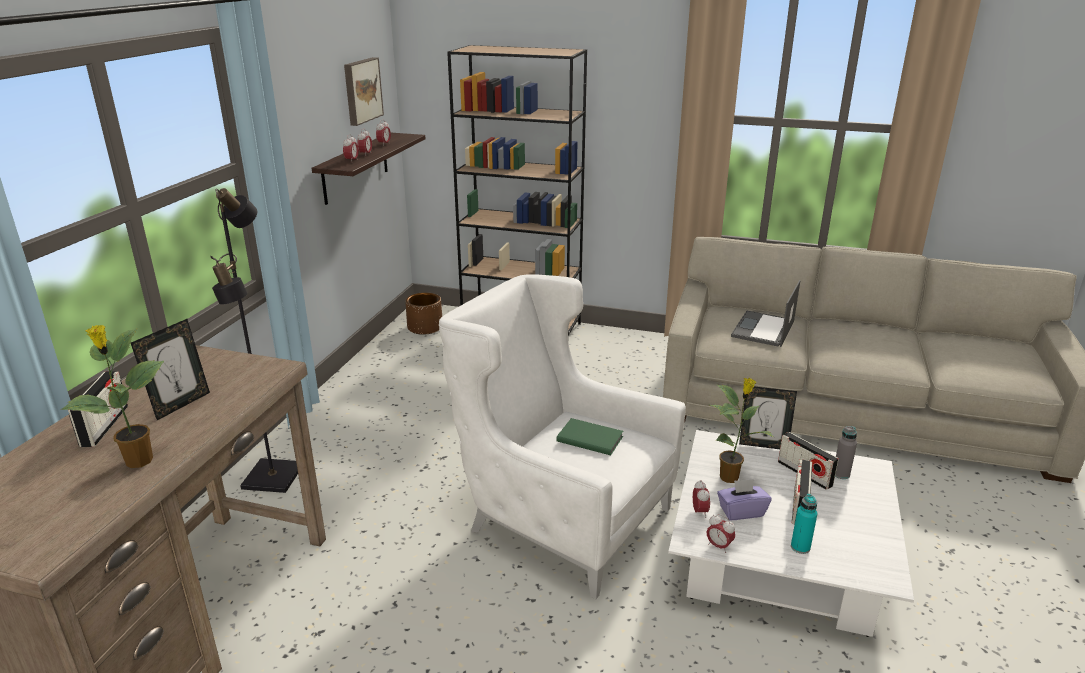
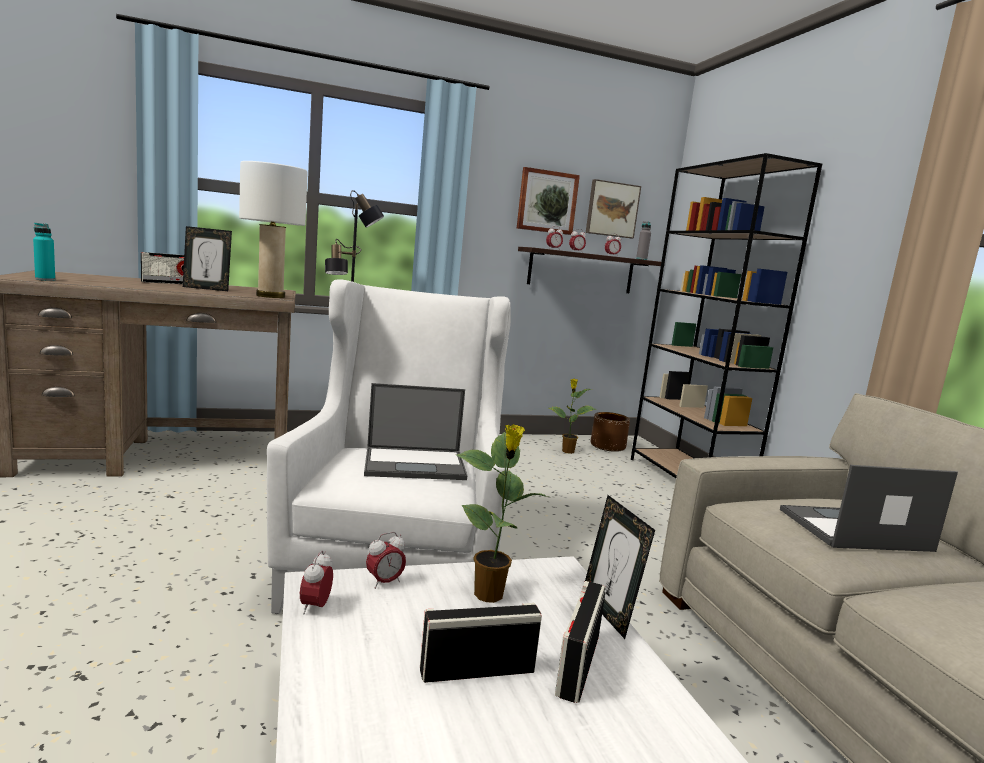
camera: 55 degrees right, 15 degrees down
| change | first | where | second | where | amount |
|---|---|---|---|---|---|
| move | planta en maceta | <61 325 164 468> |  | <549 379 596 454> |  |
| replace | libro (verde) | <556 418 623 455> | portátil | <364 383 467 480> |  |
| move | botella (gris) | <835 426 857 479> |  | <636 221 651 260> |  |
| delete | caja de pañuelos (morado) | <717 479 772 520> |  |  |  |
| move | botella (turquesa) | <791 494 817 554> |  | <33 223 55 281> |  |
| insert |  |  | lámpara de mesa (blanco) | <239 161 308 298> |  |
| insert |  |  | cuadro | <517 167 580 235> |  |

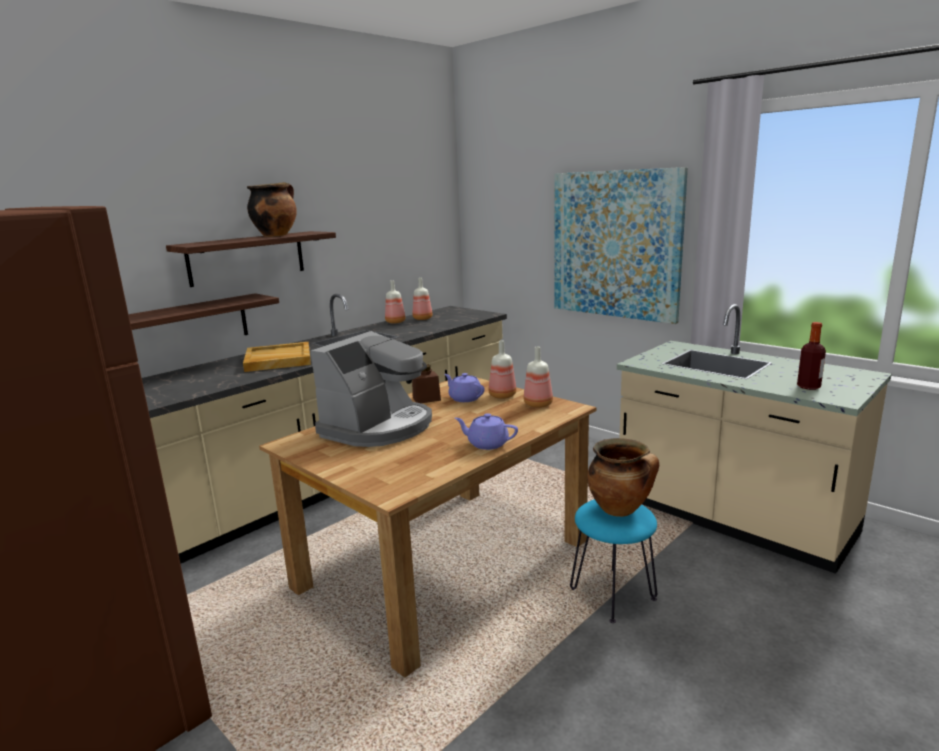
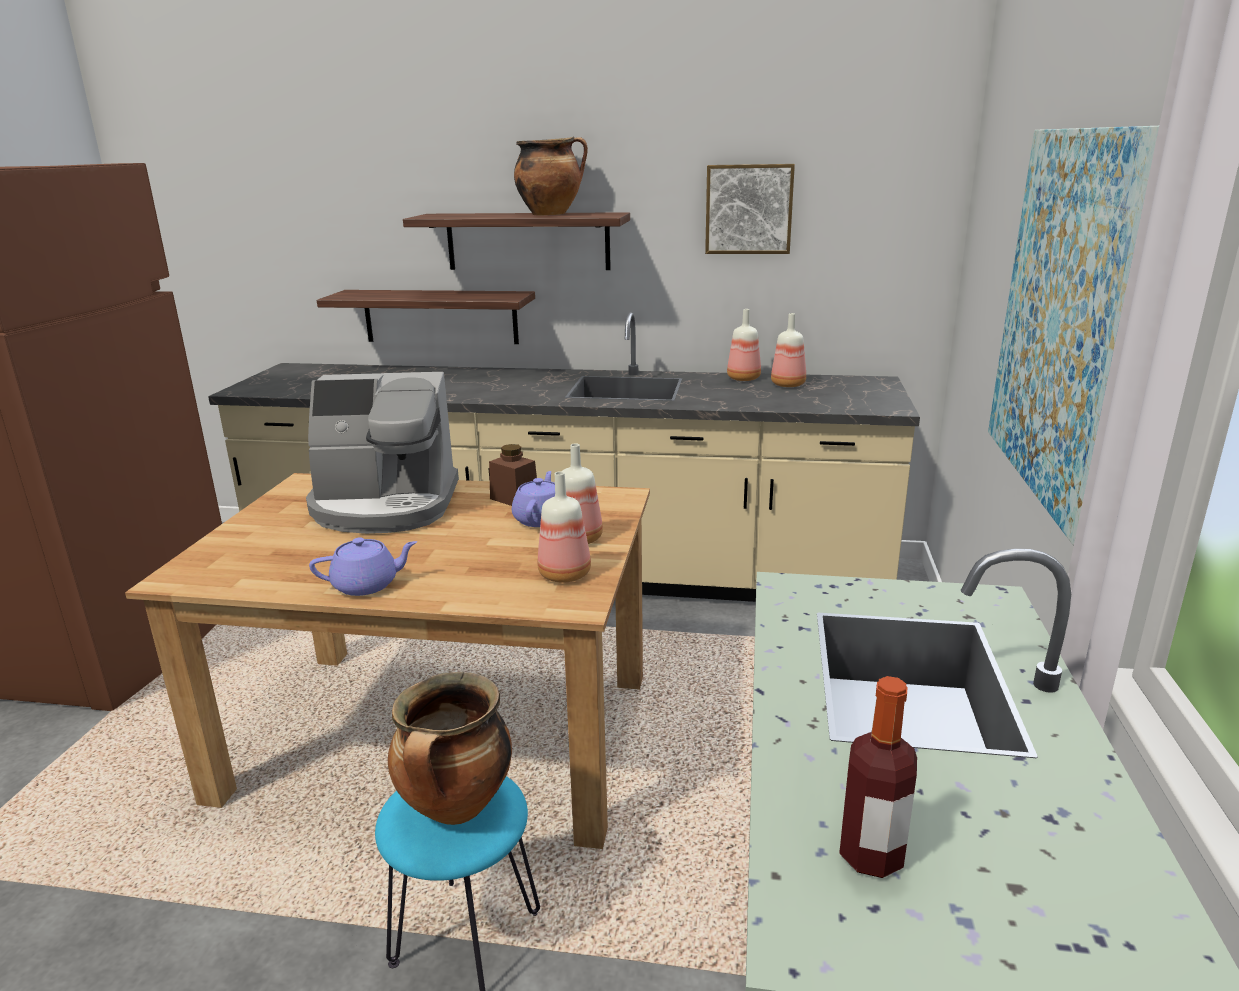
camera: 55 degrees right, 5 degrees up
| change | first | where | second | where | amount |
|---|---|---|---|---|---|
| delete | bandeja (beis) | <243 342 311 372> |  |  |  |
| rotate | tetera (morado) | <455 413 518 450> |  | <309 537 417 596> | 90 degrees clockwise |
| insert |  |  | cuadro | <705 164 795 254> |  |

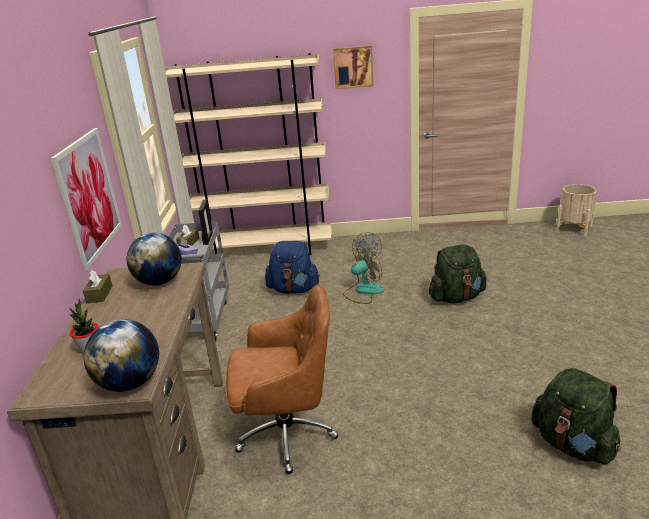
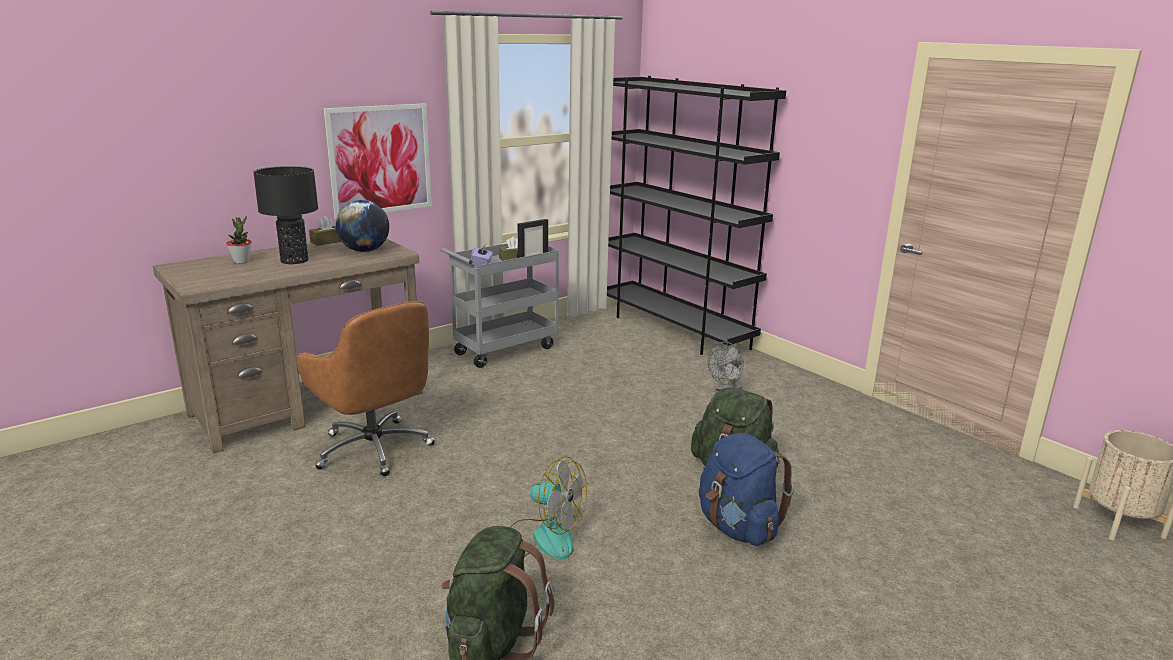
camera: 50 degrees right, 5 degrees down
| change | first | where | second | where | amount |
|---|---|---|---|---|---|
| delete | cuadro | <333 45 373 89> |  |  |  |
| recolor | estantería (beis) | <165 53 333 255> | estantería (negro) | <607 76 786 355> |  |
| move | mochila (azul) | <265 241 320 294> |  | <699 433 794 546> |  |
| move | ventilador | <343 245 385 304> |  | <510 456 587 559> |  |
| delete | globo terráqueo | <84 319 159 392> |  |  |  |
| insert |  |  | lámpara de mesa (negro) | <253 166 318 264> |  |

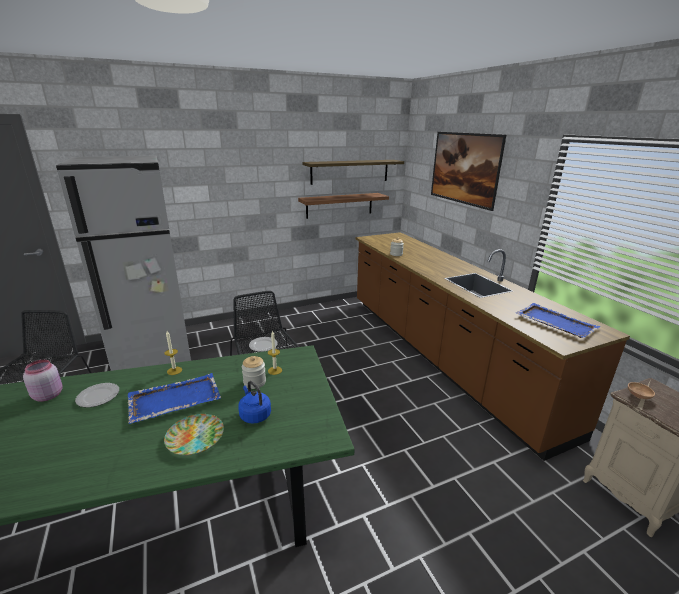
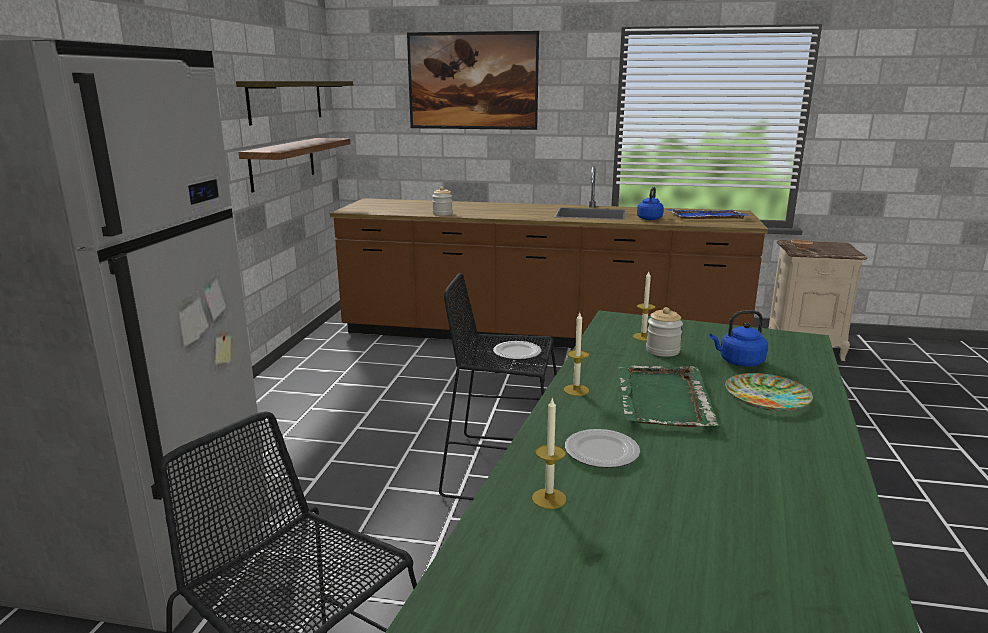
camera: 55 degrees left, 5 degrees down
| change | first | where | second | where | amount |
|---|---|---|---|---|---|
| replace | tarro (rosa) | <23 360 63 402> | vela | <532 397 566 509> |  |
| recolor | bandeja (azul) | <128 373 221 424> | bandeja (verde) | <618 365 720 427> |  |
| insert |  |  | hervidor (azul) | <637 187 664 220> |  |

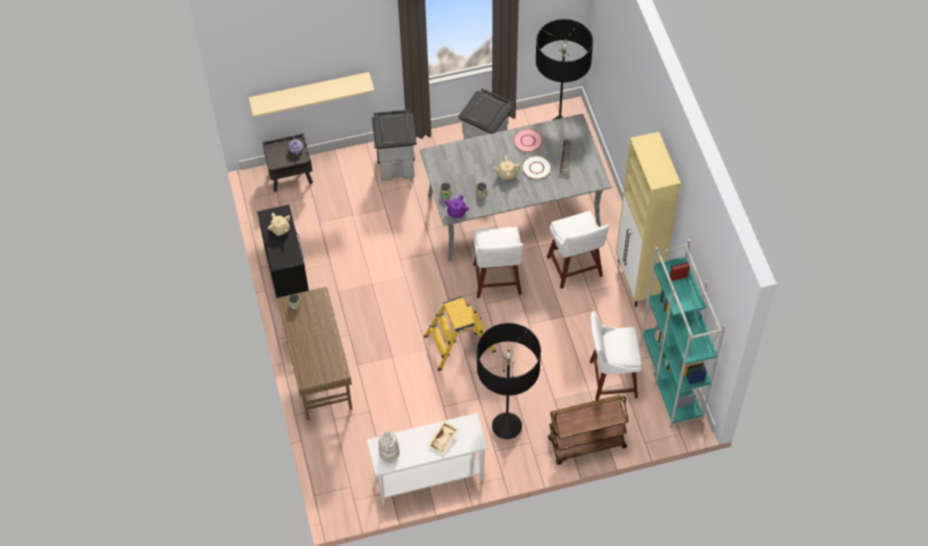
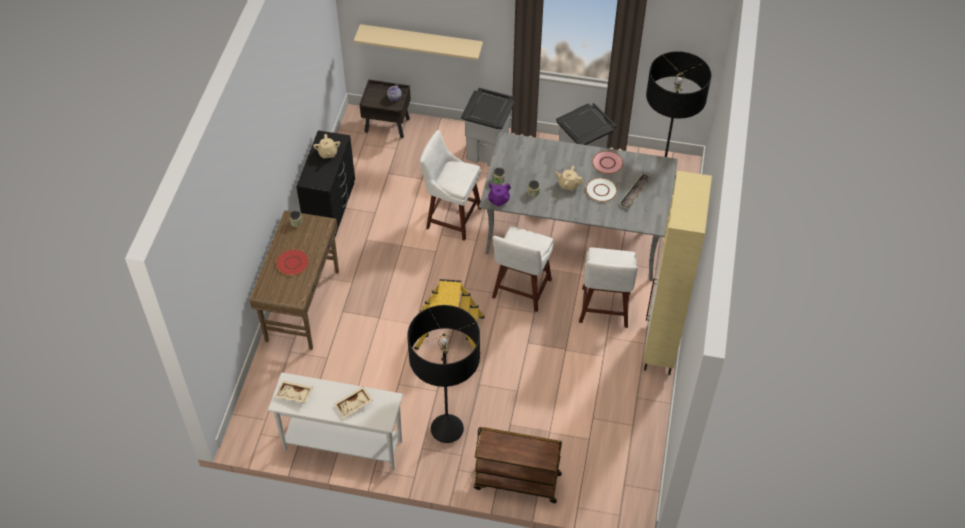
camera: 25 degrees right, 5 degrees down
| change | first | where | second | where | amount |
|---|---|---|---|---|---|
| delete | estantería (turquesa) | <640 239 726 428> |  |  |  |
| move | silla (blanco) | <590 311 642 400> |  | <420 130 481 241> |  |
| replace | florero (blanco) | <379 431 399 462> | bandeja (beis) | <275 381 313 403> |  |
| insert |  |  | plato (rojo) | <276 249 309 275> |  |

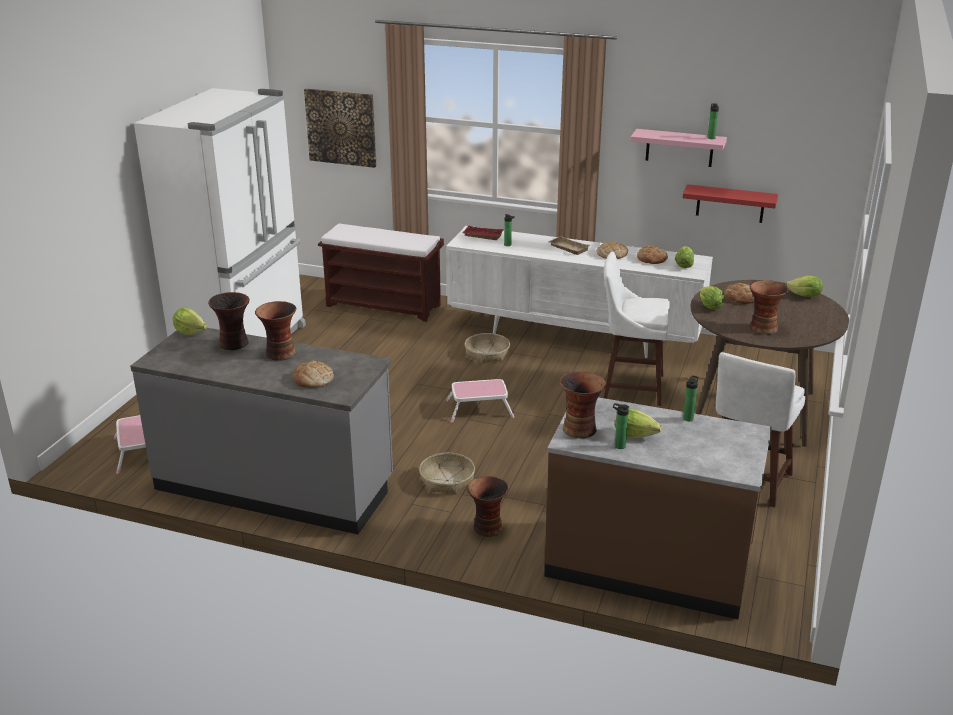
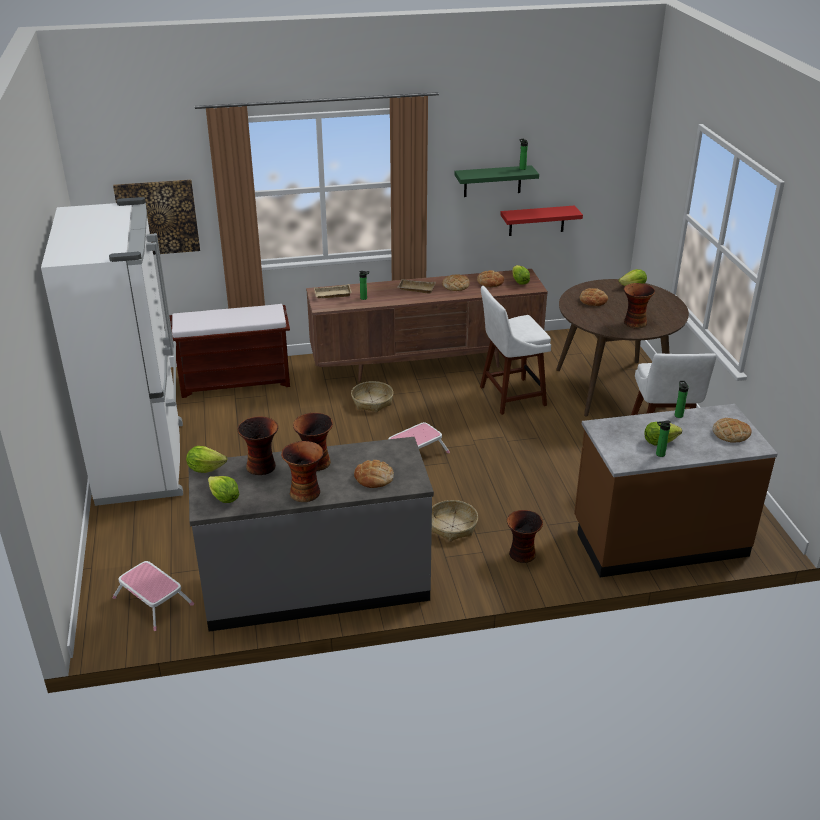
camera: 30 degrees left, 5 degrees up
| change | first | where | second | where | amount |
|---|---|---|---|---|---|
| recolor | estante (rosa) | <630 129 727 167> | estante (verde) | <454 165 539 197> |  |
| recolor | armario (blanco) | <446 226 713 358> | armario (marrón) | <306 269 548 382> |  |
| recolor | bandeja (rojo) | <462 226 504 240> | bandeja (beis) | <314 284 352 298> |  |
| move | lechuga | <700 286 724 309> |  | <208 476 239 503> |  |
| move | florero | <560 371 606 438> |  | <281 441 324 502> |  |
| insert |  |  | pan | <713 418 752 442> |  |

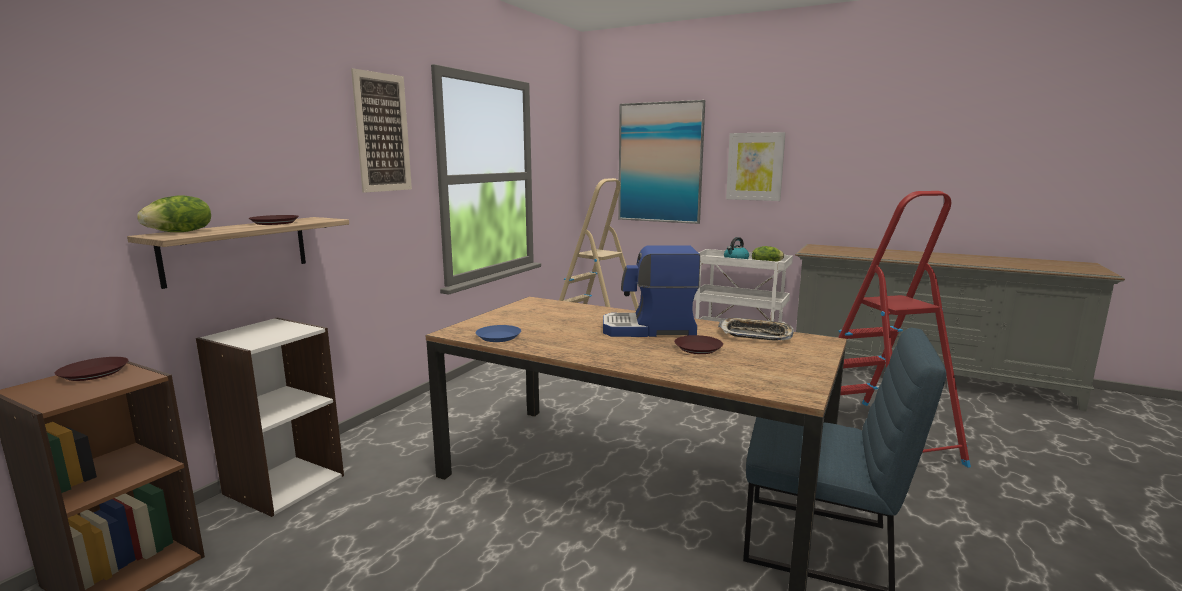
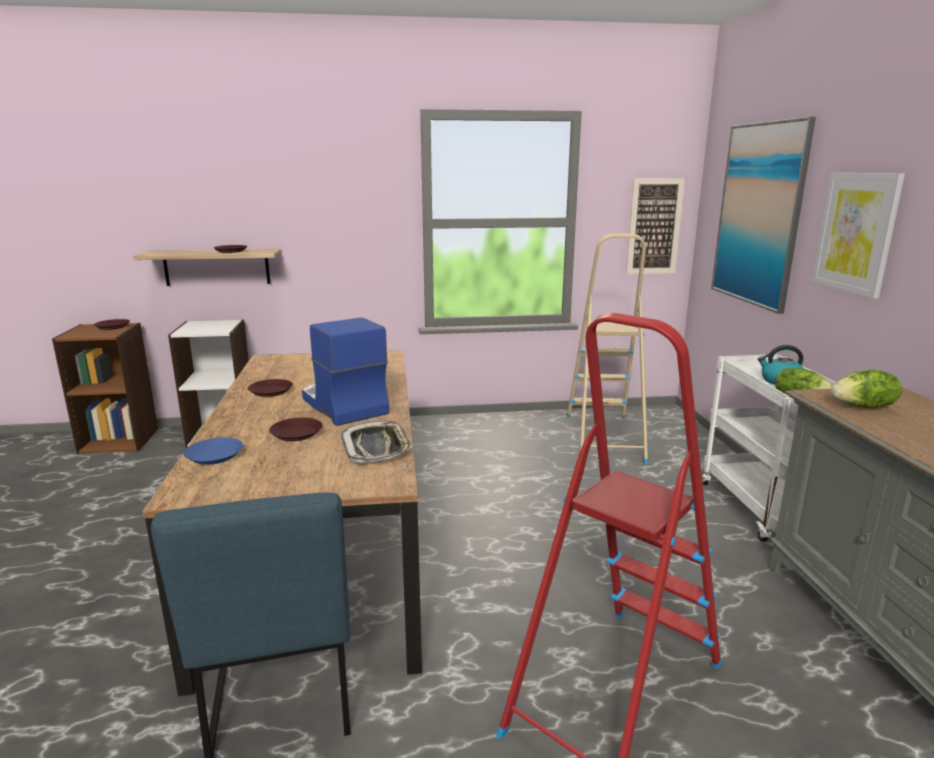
camera: 55 degrees right, 5 degrees up
| change | first | where | second | where | amount |
|---|---|---|---|---|---|
| move | cuadro | <351 68 412 193> |  | <626 178 685 274> |  |
| move | lechuga | <137 195 211 232> |  | <831 370 902 408> |  |
| move | plato (azul) | <476 325 521 342> |  | <183 437 243 465> |  |
| insert |  |  | plato (marrón) | <248 379 293 397> |  |

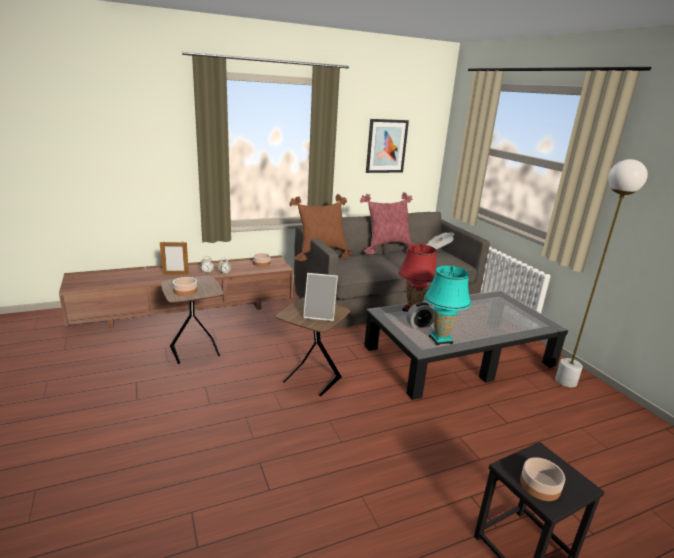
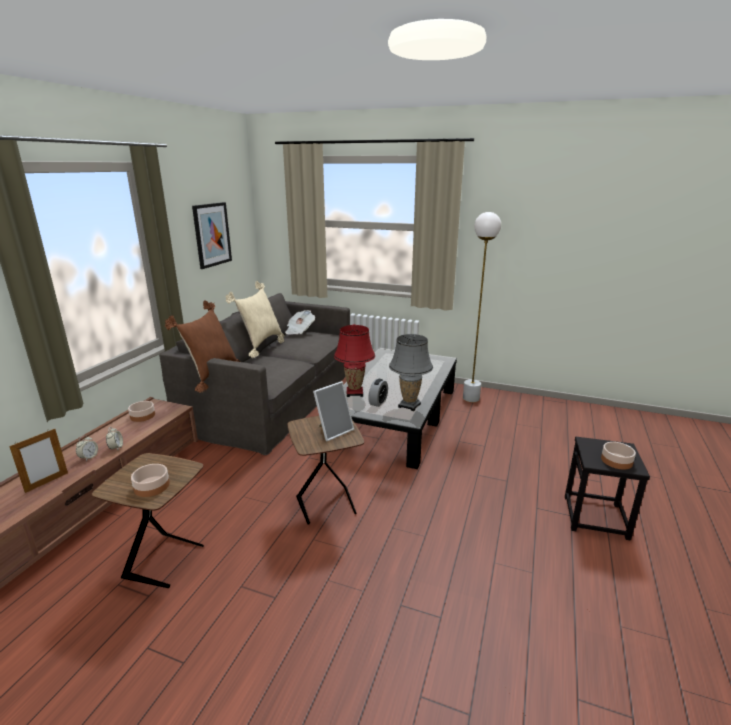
camera: 45 degrees left, 0 degrees up
| change | first | where | second | where | amount |
|---|---|---|---|---|---|
| recolor | cojín (rojo) | <360 192 413 254> | cojín (beis) | <225 281 285 358> |  |
| recolor | lámpara de mesa (turquesa) | <424 266 471 345> | lámpara de mesa (gris) | <389 334 433 411> |  |

